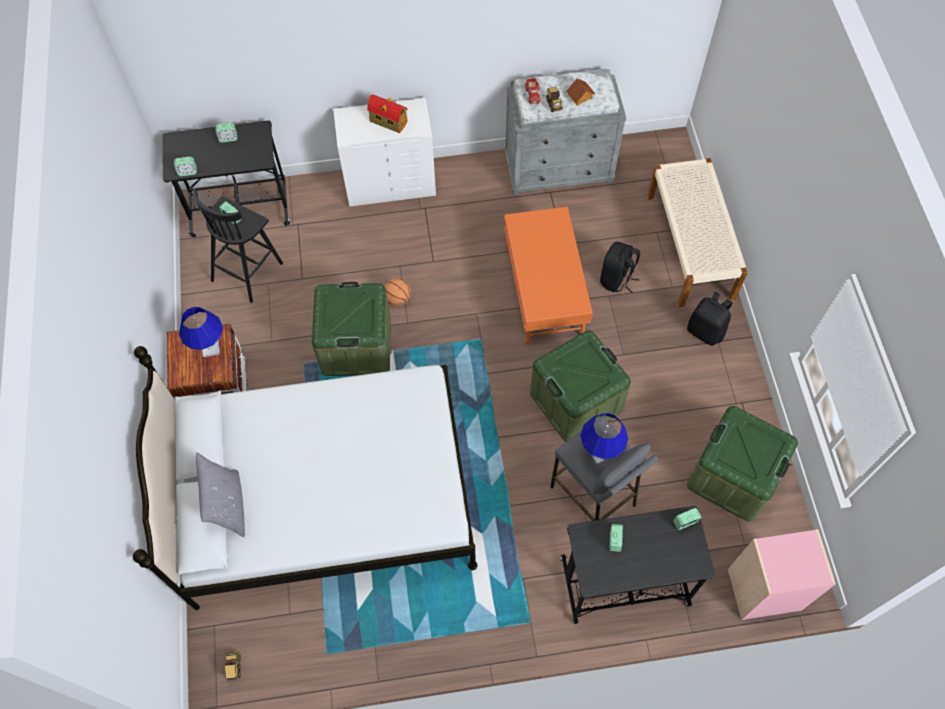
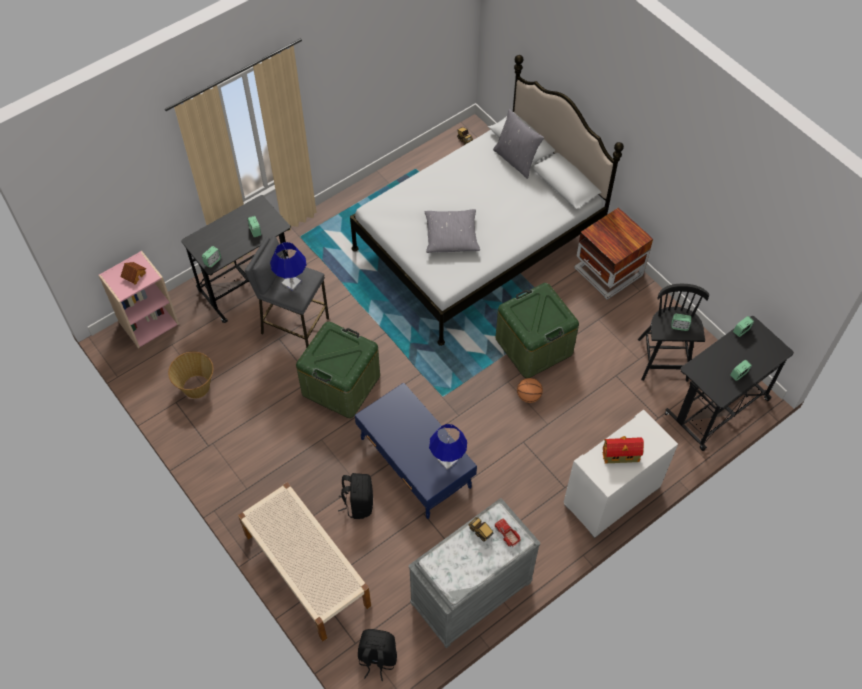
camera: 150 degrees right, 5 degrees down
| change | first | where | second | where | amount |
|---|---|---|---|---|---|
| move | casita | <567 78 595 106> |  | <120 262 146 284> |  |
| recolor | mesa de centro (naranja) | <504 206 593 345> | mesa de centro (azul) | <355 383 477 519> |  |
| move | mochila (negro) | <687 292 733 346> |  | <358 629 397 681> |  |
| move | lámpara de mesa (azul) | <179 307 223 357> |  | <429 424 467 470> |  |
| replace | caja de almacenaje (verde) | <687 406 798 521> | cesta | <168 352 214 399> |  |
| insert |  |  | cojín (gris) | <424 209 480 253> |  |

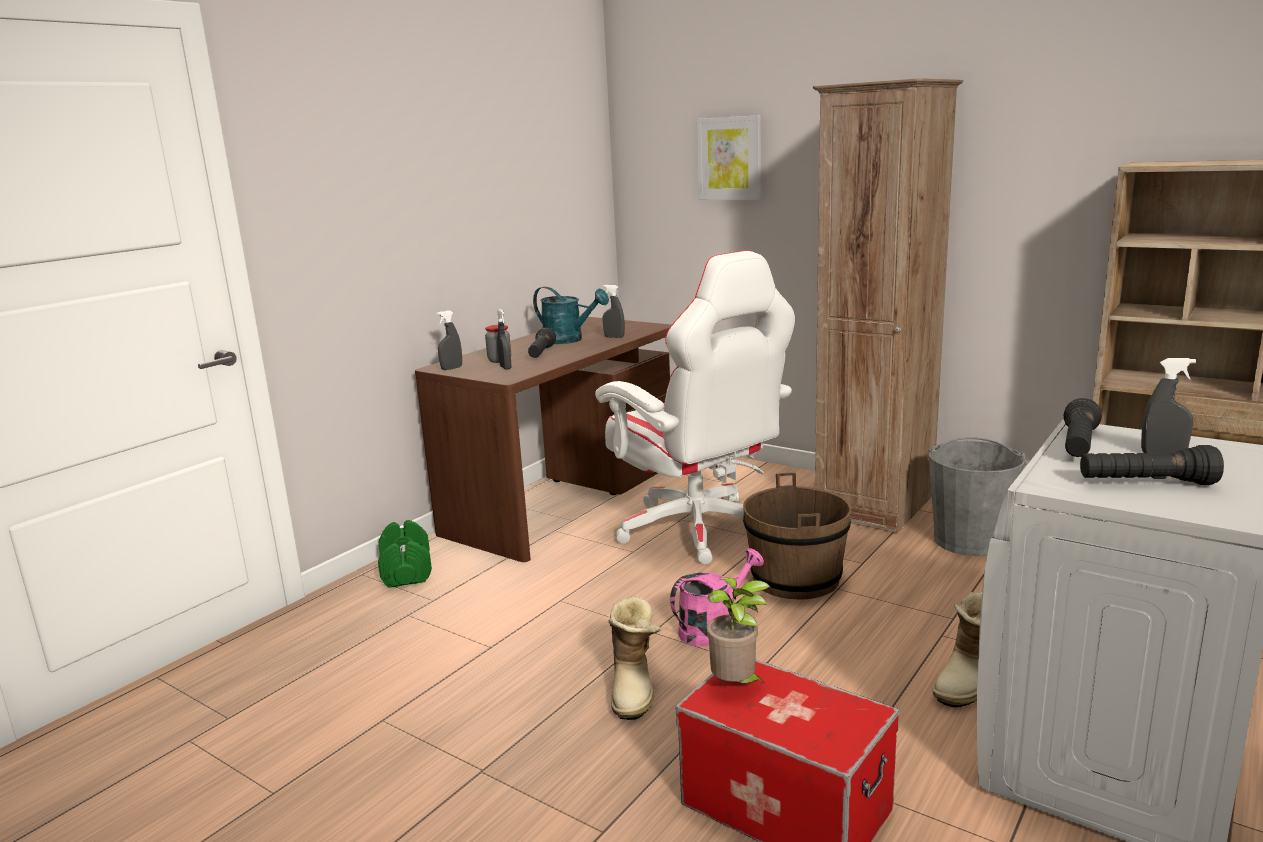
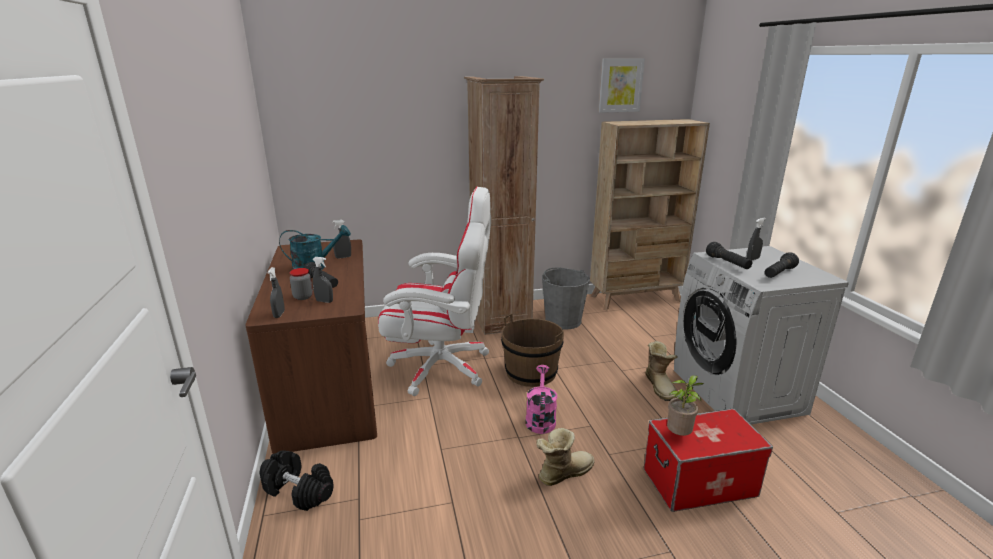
camera: 50 degrees left, 5 degrees up
| change | first | where | second | where | amount |
|---|---|---|---|---|---|
| move | cuadro | <697 115 761 200> |  | <599 58 645 113> |  |
| recolor | mancuerna (verde) | <378 520 432 588> | mancuerna (negro) | <260 450 334 511> |  |
| rotate | bota | <608 596 661 720> |  | <536 428 595 486> | 75 degrees counterclockwise |

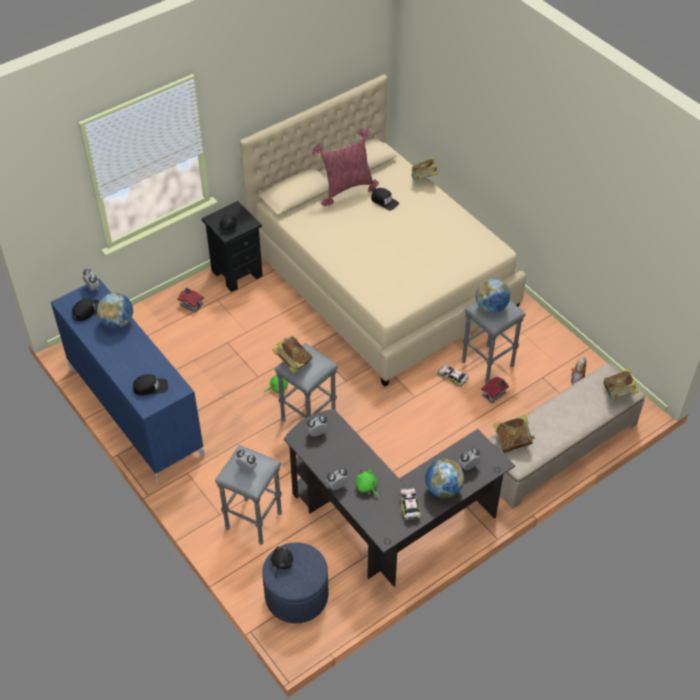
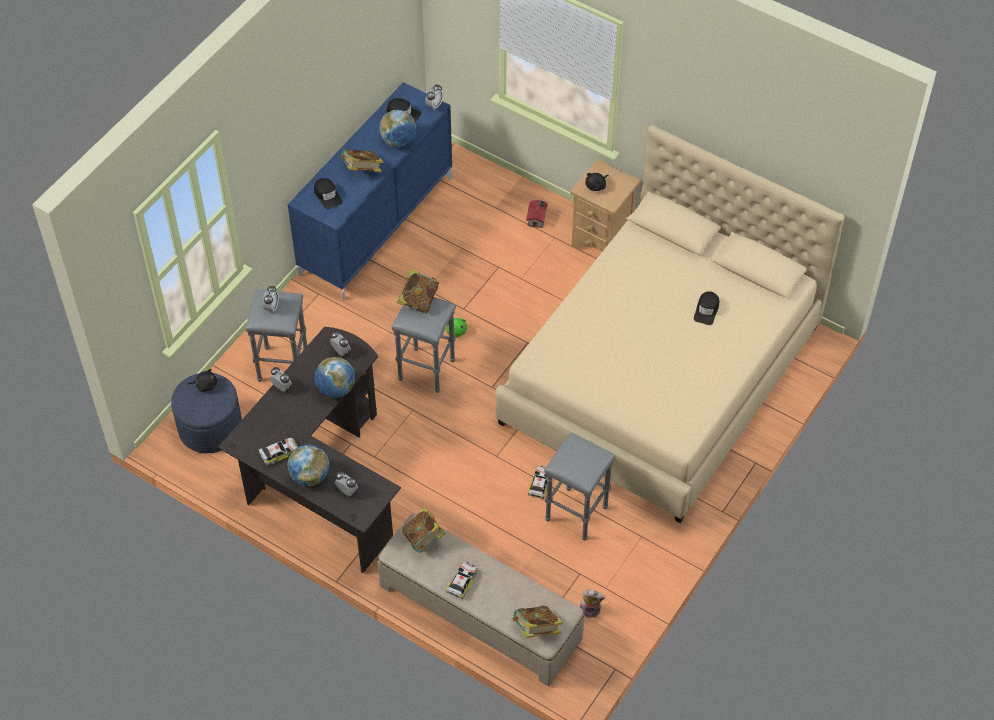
camera: 70 degrees right, 5 degrees up
| change | first | where | second | where | amount |
|---|---|---|---|---|---|
| delete | cojín (rojo) | <312 128 379 206> |  |  |  |
| move | libro | <412 157 438 181> |  | <339 149 384 172> |  |
| recolor | mesita de noche (negro) | <202 201 263 292> | mesita de noche (beis) | <570 160 640 252> |  |
| move | globo terráqueo | <476 278 510 313> |  | <315 357 355 398> |  |
| delete | casita | <481 377 509 403> |  |  |  |
| delete | peluche (verde) | <356 469 379 498> |  |  |  |
| insert |  |  | coche de juguete | <446 562 478 599> |  |

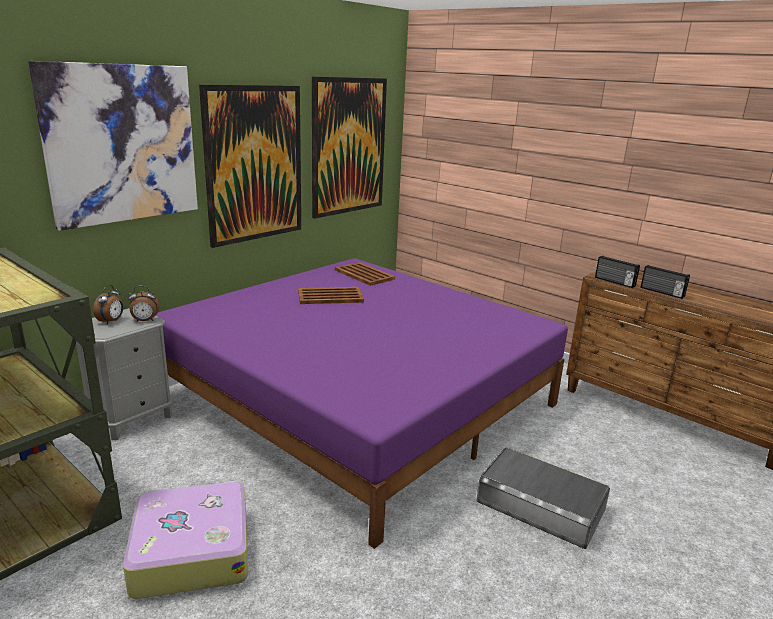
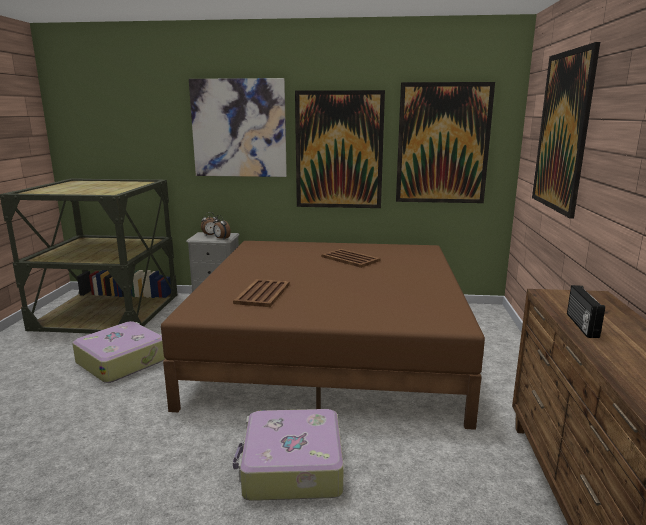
camera: 55 degrees right, 5 degrees down
| change | first | where | second | where | amount |
|---|---|---|---|---|---|
| delete | radio | <595 256 640 288> |  |  |  |
| recolor | cama (morado) | <156 258 568 549> | cama (marrón) | <161 241 485 430> |  |
| move | bandeja (marrón) | <335 262 395 286> |  | <233 279 290 307> |  |
| replace | caja de almacenaje (gris) | <476 447 610 549> | maleta | <233 409 344 501> |  |
| insert |  |  | cuadro | <532 42 600 219> |  |

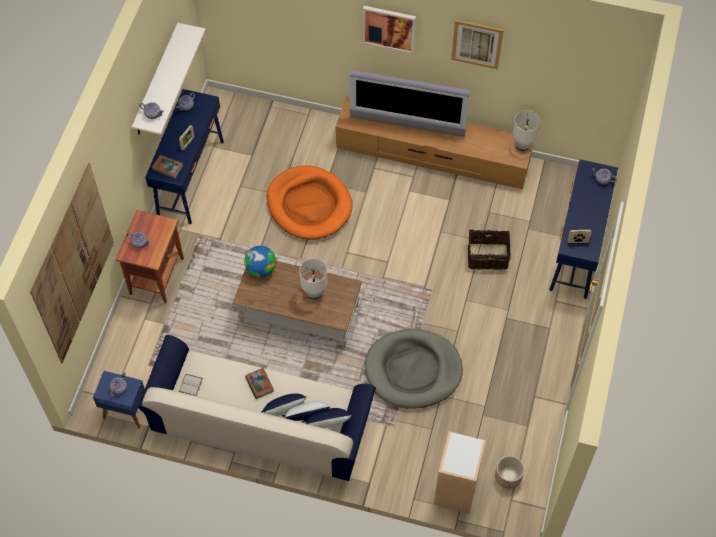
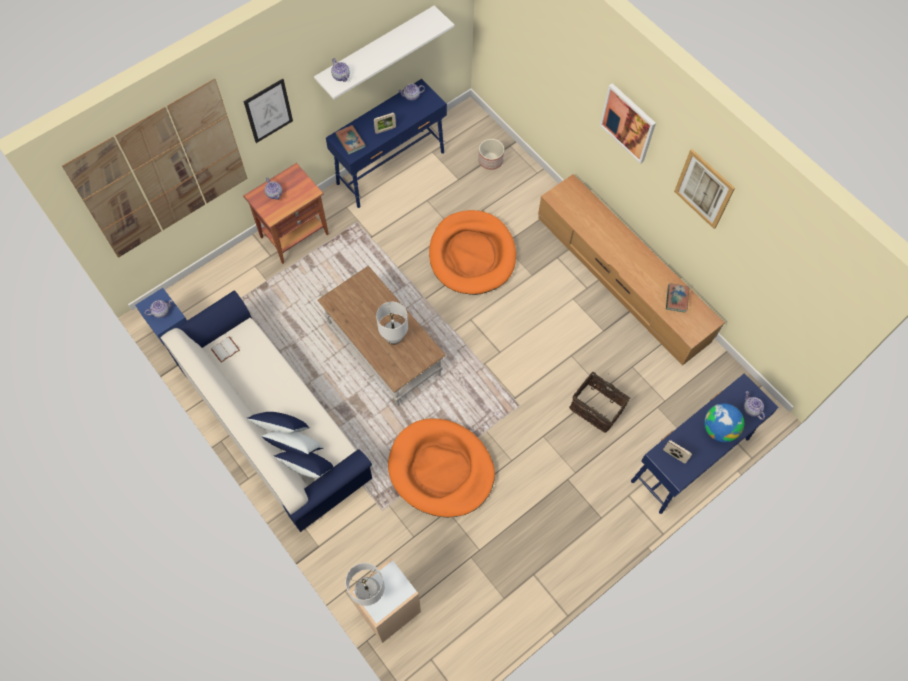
camera: 35 degrees right, 5 degrees up
| change | first | where | second | where | amount |
|---|---|---|---|---|---|
| delete | televisor | <349 70 470 137> |  |  |  |
| move | lámpara de mesa (blanco) | <513 110 540 151> |  | <346 563 384 606> |  |
| move | globo terráqueo | <244 246 276 277> |  | <704 403 744 442> |  |
| recolor | cama para perro (gris) | <365 329 463 409> | cama para perro (naranja) | <388 419 495 517> |  |
| move | libro | <245 368 274 399> |  | <666 283 689 313> |  |
| move | maceta | <495 456 524 489> |  | <478 139 504 170> |  |
| insert |  |  | cuadro | <243 79 293 143> |  |

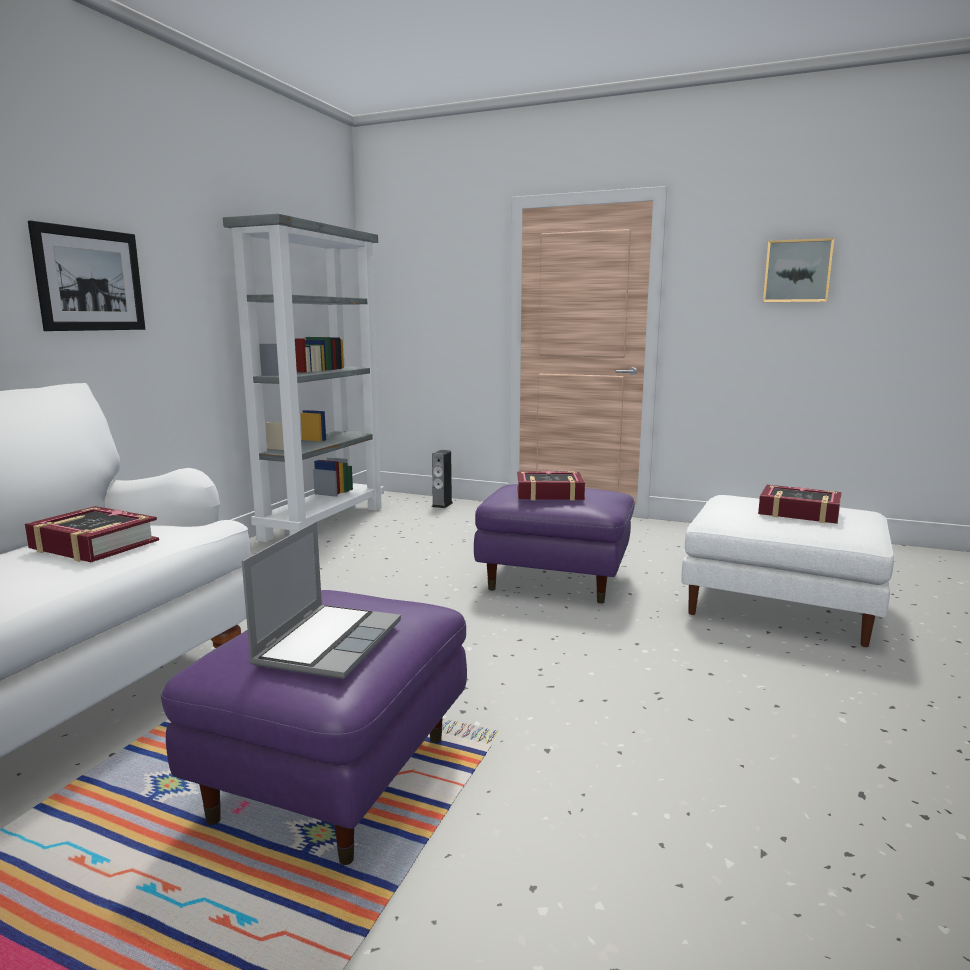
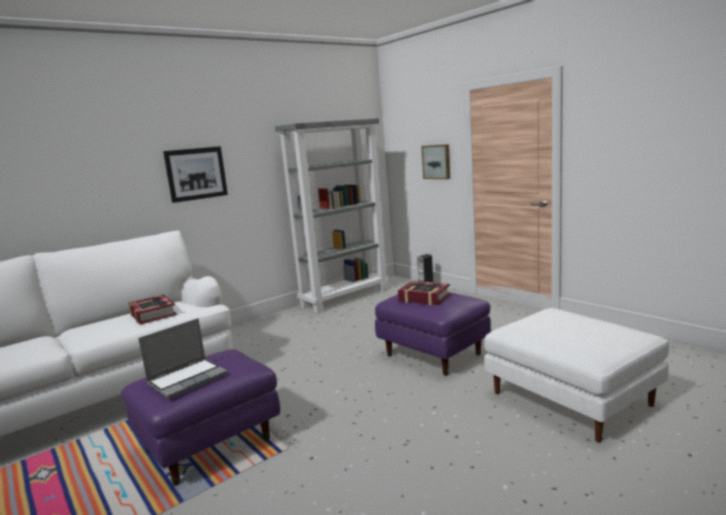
camera: 30 degrees right, 0 degrees up
| change | first | where | second | where | amount |
|---|---|---|---|---|---|
| move | cuadro | <763 238 834 302> |  | <421 144 450 179> |  |
| delete | libro | <758 485 842 524> |  |  |  |

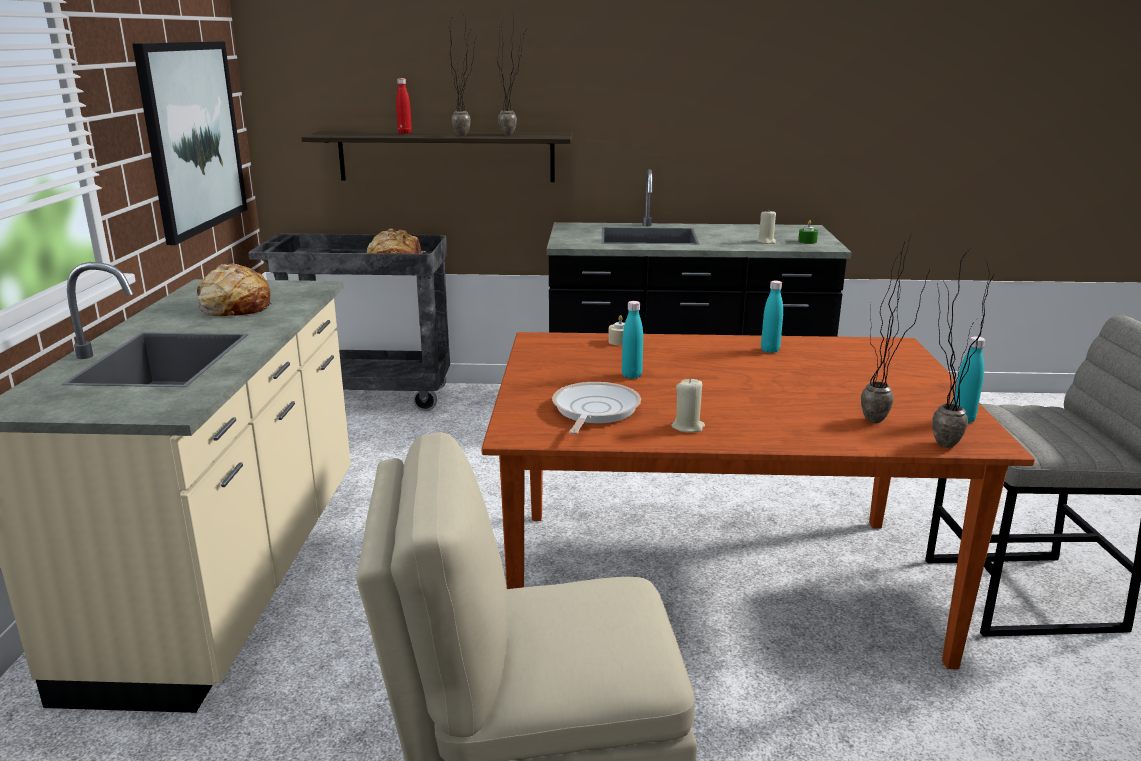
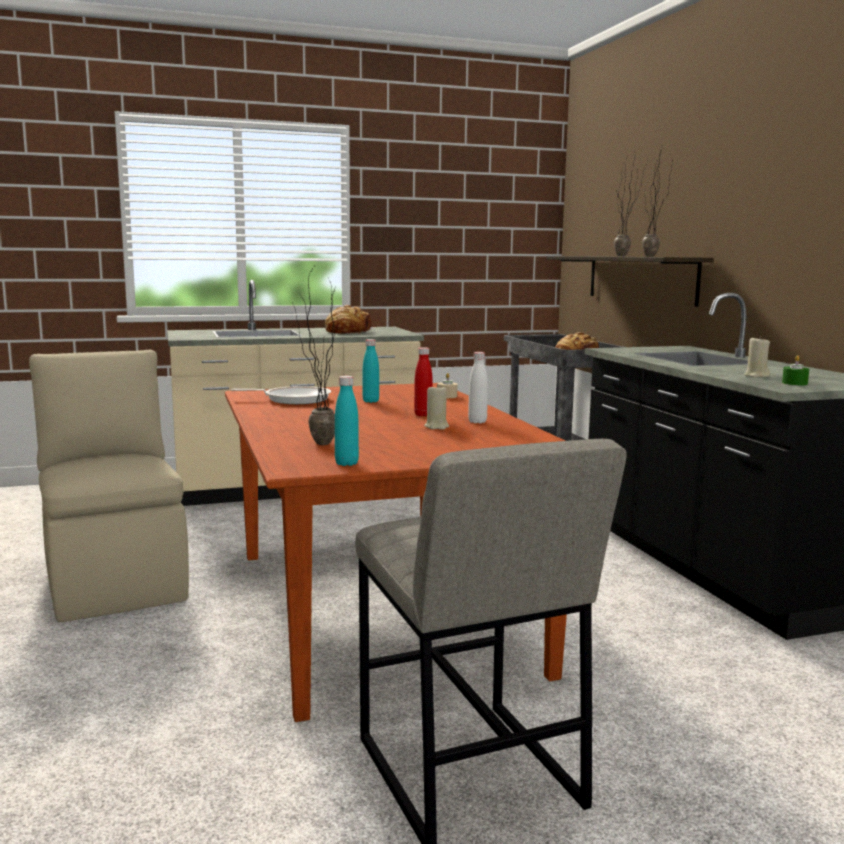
camera: 70 degrees right, 10 degrees down
| change | first | where | second | where | amount |
|---|---|---|---|---|---|
| delete | cuadro | <132 41 247 245> |  |  |  |
| move | botella (rojo) | <396 78 412 134> |  | <414 347 433 416> |  |
| delete | planta en maceta | <932 247 994 448> |  |  |  |
| recolor | botella (turquesa) | <761 281 783 353> | botella (blanco) | <468 352 488 423> |  |
| move | vela (beis) | <672 378 705 433> |  | <424 384 449 430> |  |

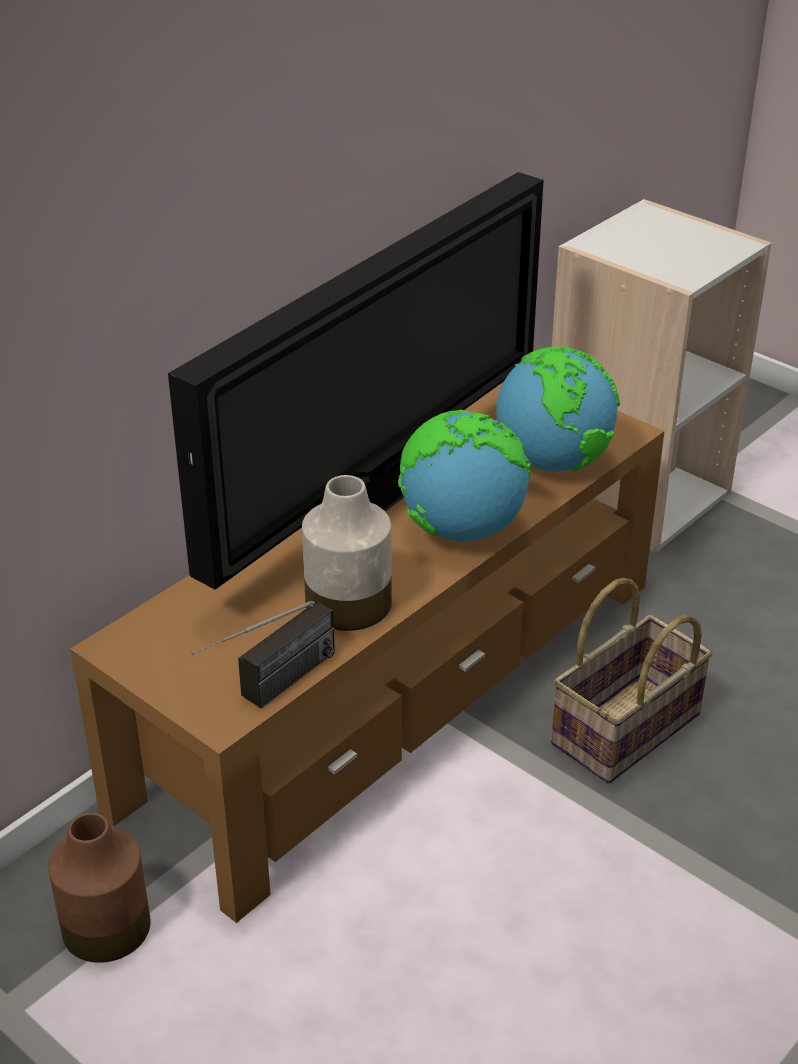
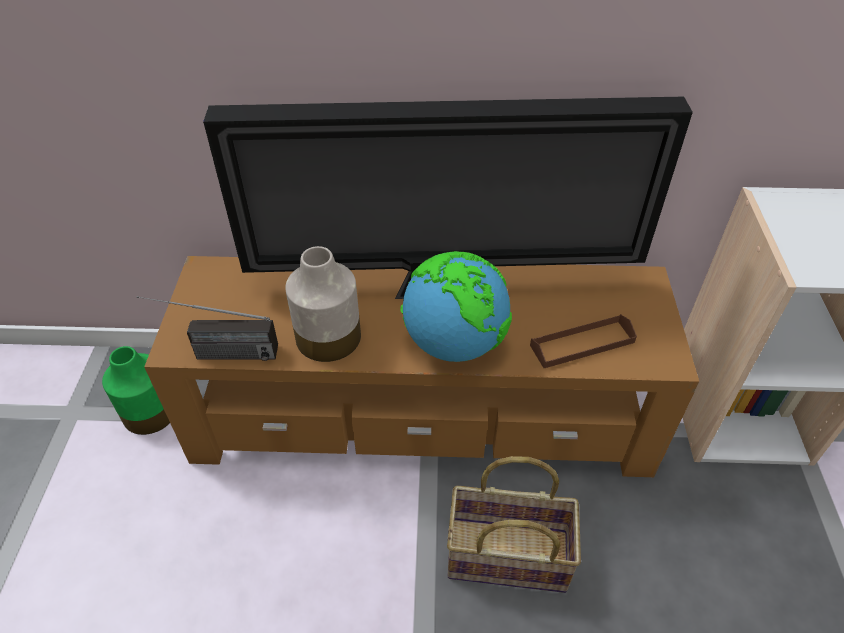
camera: 50 degrees right, 10 degrees up
| change | first | where | second | where | amount |
|---|---|---|---|---|---|
| replace | globo terráqueo | <496 347 620 471> | bandeja (marrón) | <530 314 637 368> |  |
| recolor | florero (marrón) | <48 813 151 963> | florero (verde) | <102 346 170 435> |  |

